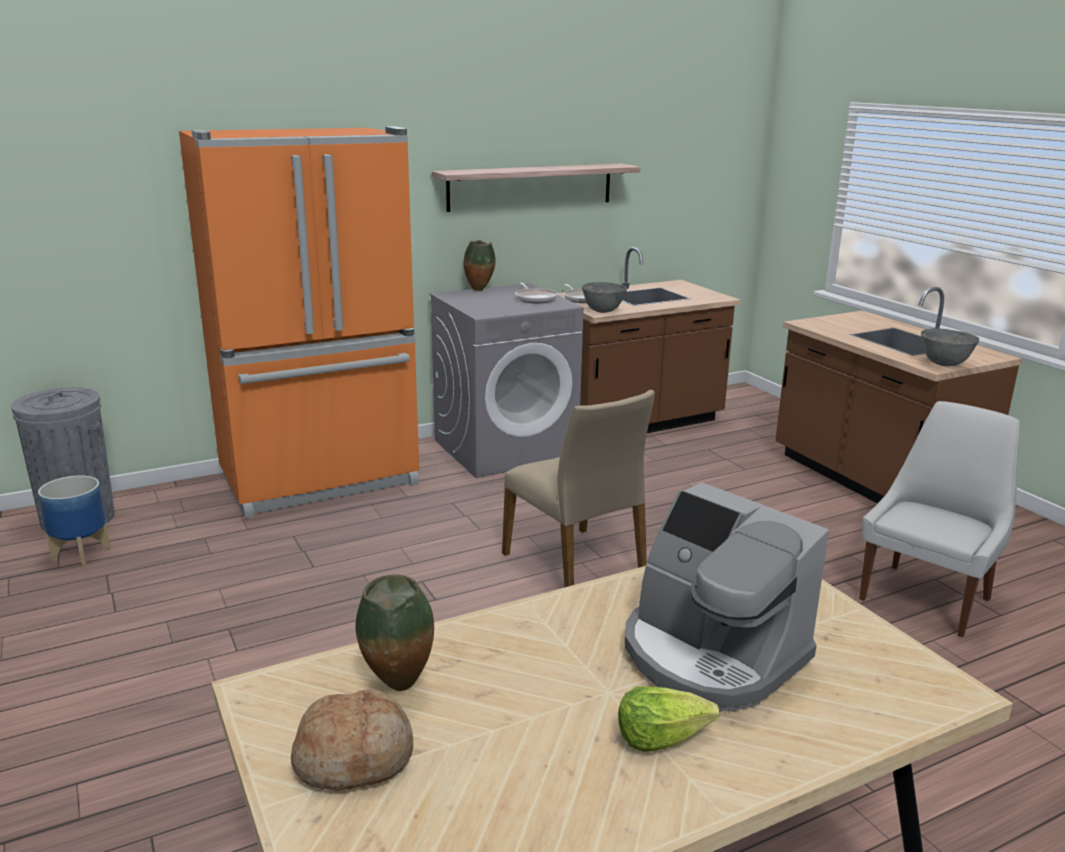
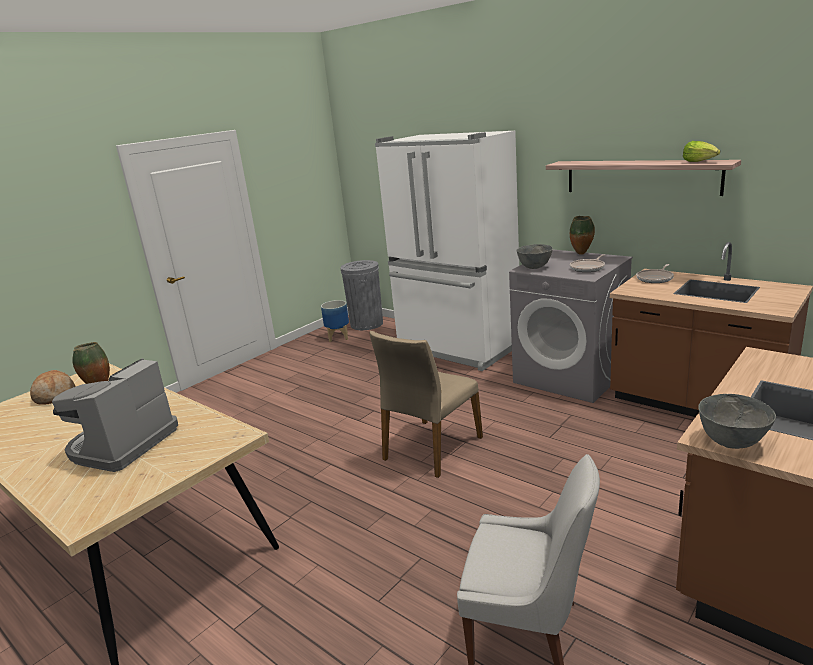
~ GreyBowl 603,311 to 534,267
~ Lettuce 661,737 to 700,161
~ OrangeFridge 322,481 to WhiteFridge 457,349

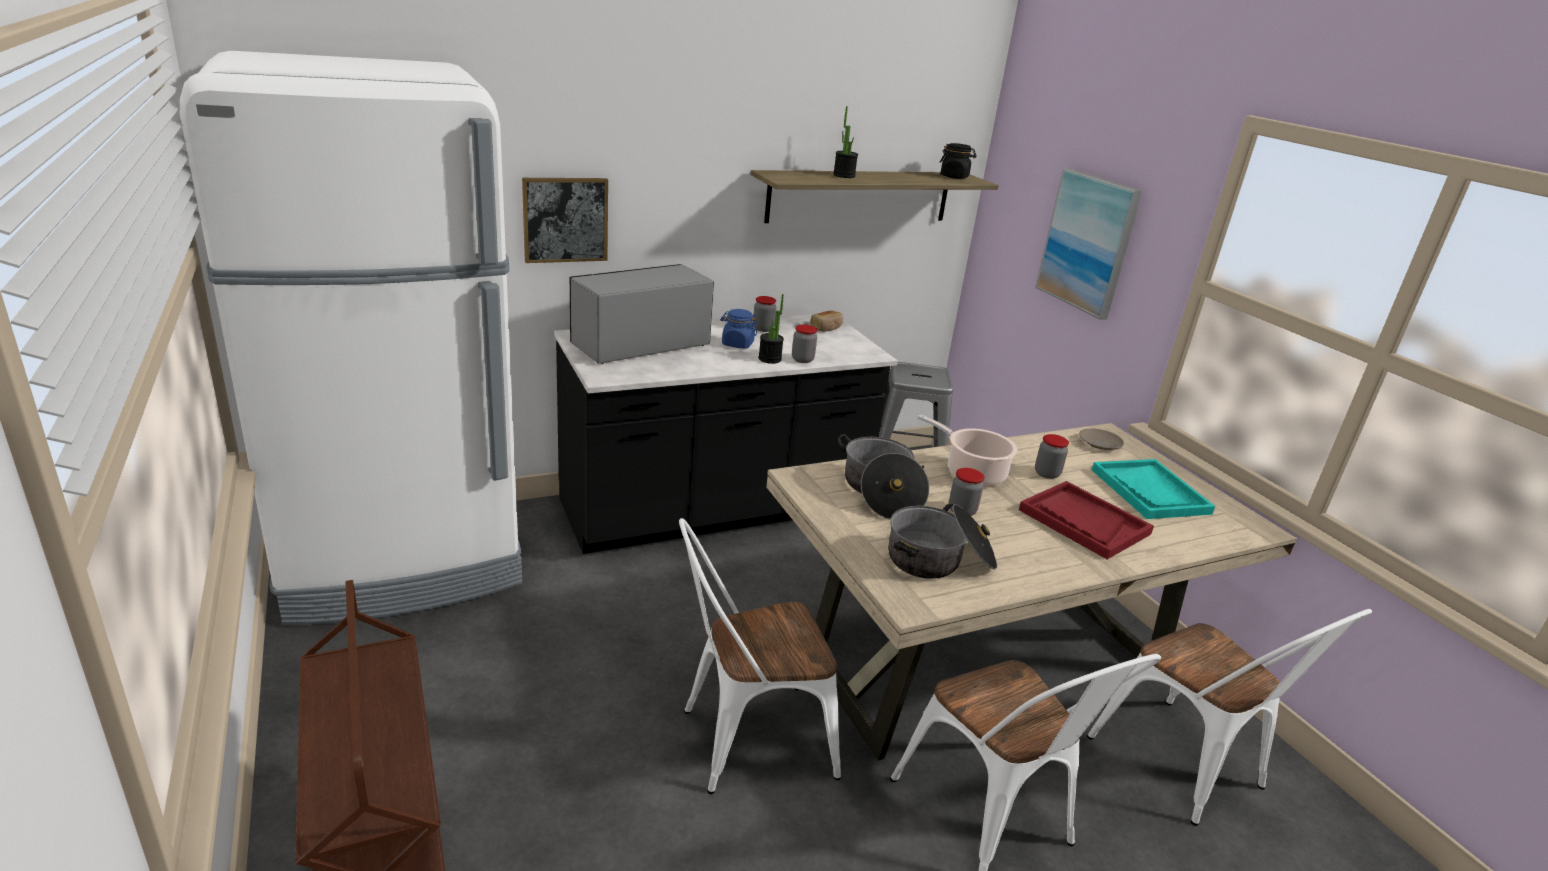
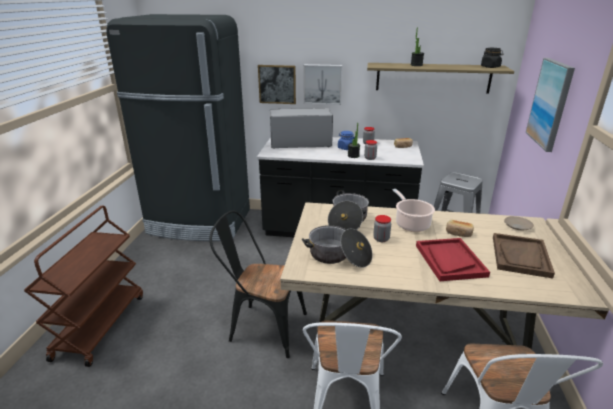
+ Picture 322,84
~ Jar 1047,473 to Bread 458,233
~ WhiteFridge 404,562 to BlackFridge 200,222
~ WhiteChair 744,741 to BlackChair 262,327
~ TurquoiseTray 1150,491 to BrownTray 520,256

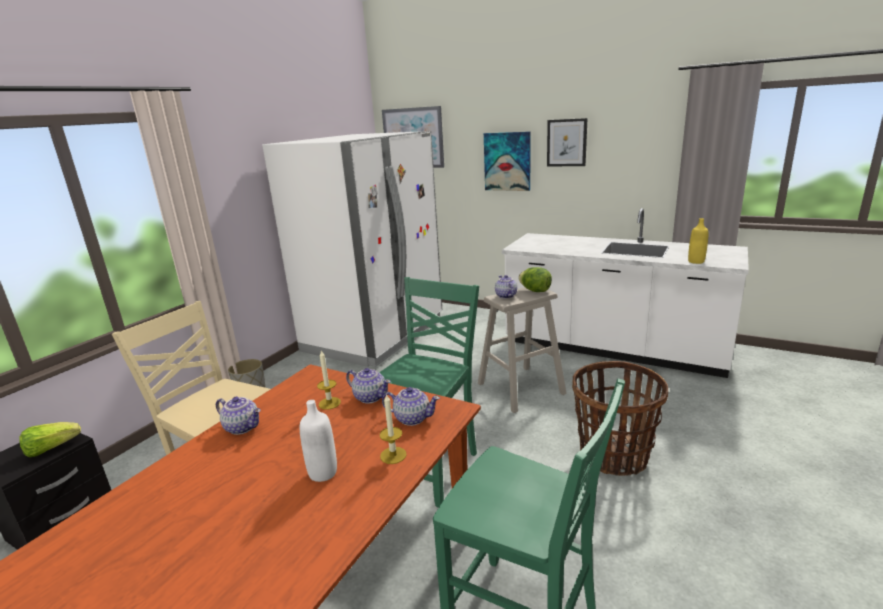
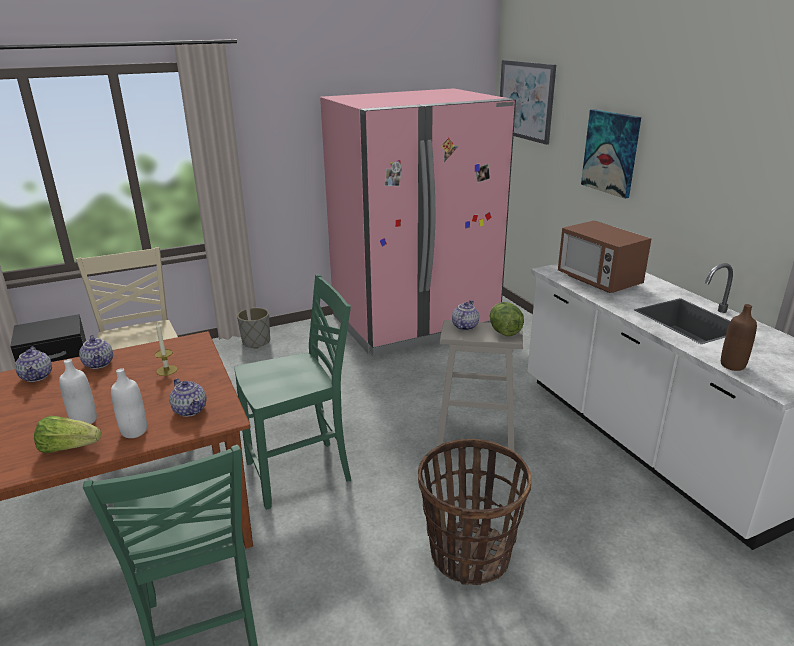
- Picture 566,142
+ Microwave 598,281
~ Lettuce 51,448 to 68,447
~ Teapot 370,397 to 37,376
~ Candle 393,455 to WhiteBottle 134,431
~ WhiteFridge 375,334 to PinkFridge 415,323
~ YellowBottle 696,261 to BrownBottle 732,365

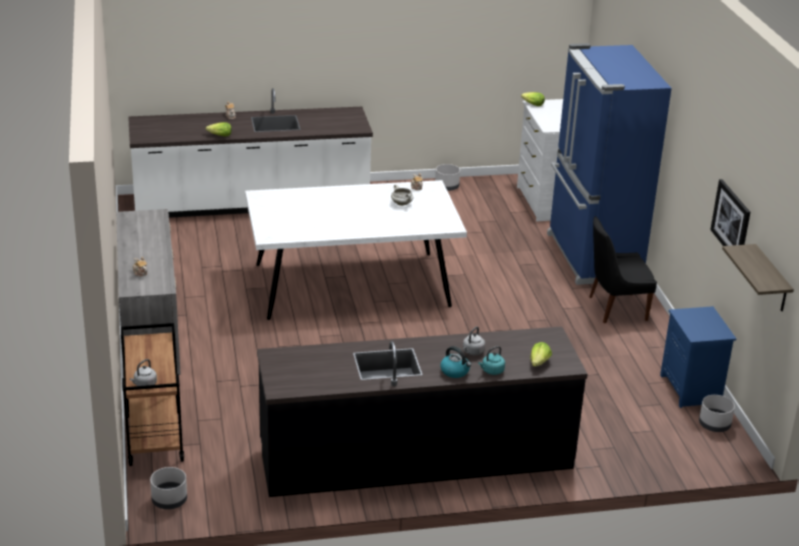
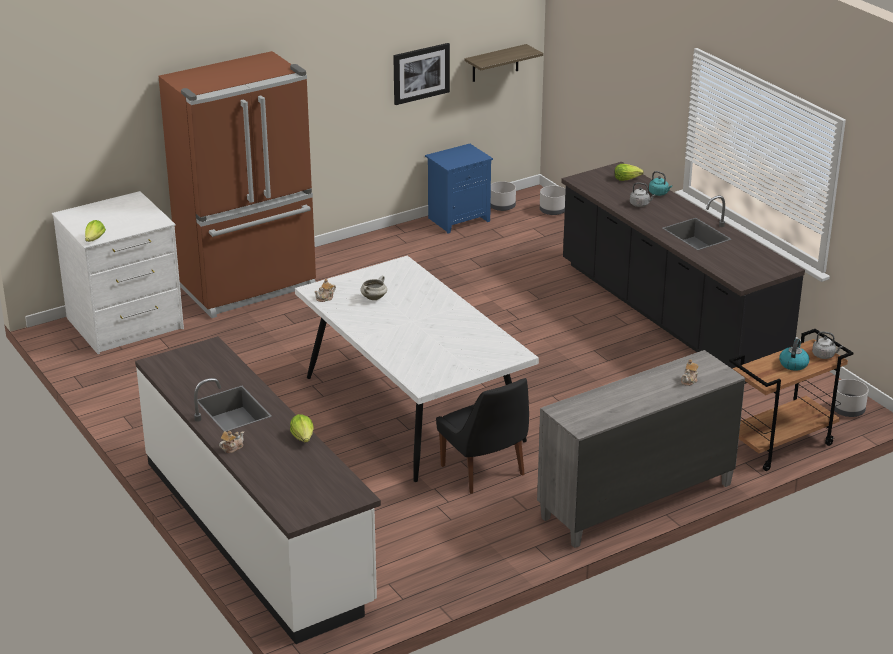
~ GreyPlanter 446,187 to 552,211
~ Kettle 455,371 to 793,364
~ BlackChair 615,308 to 484,472
~ BlueFridge 591,257 to BrownFridge 249,288

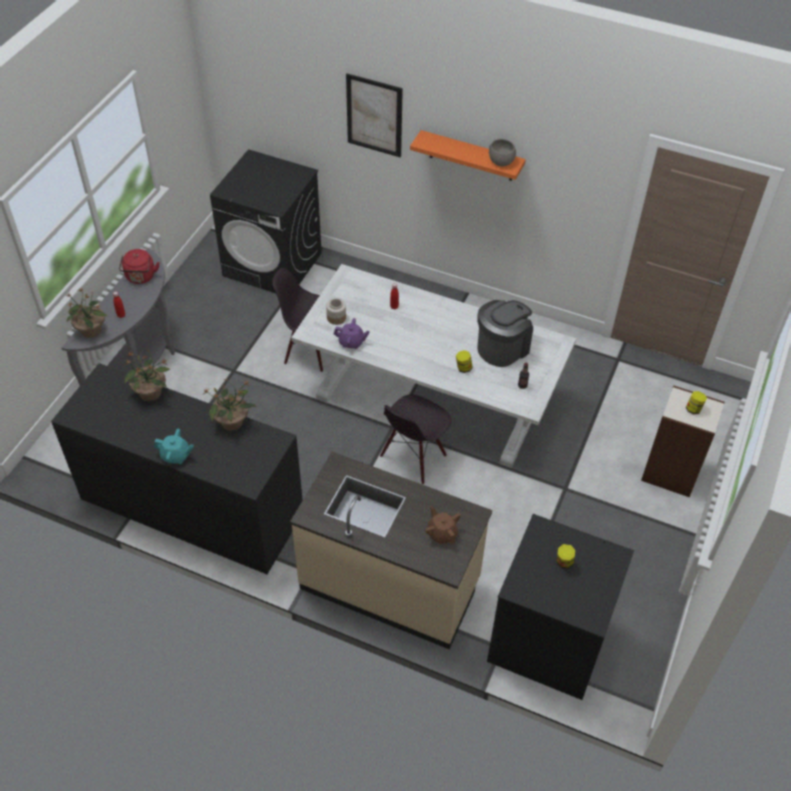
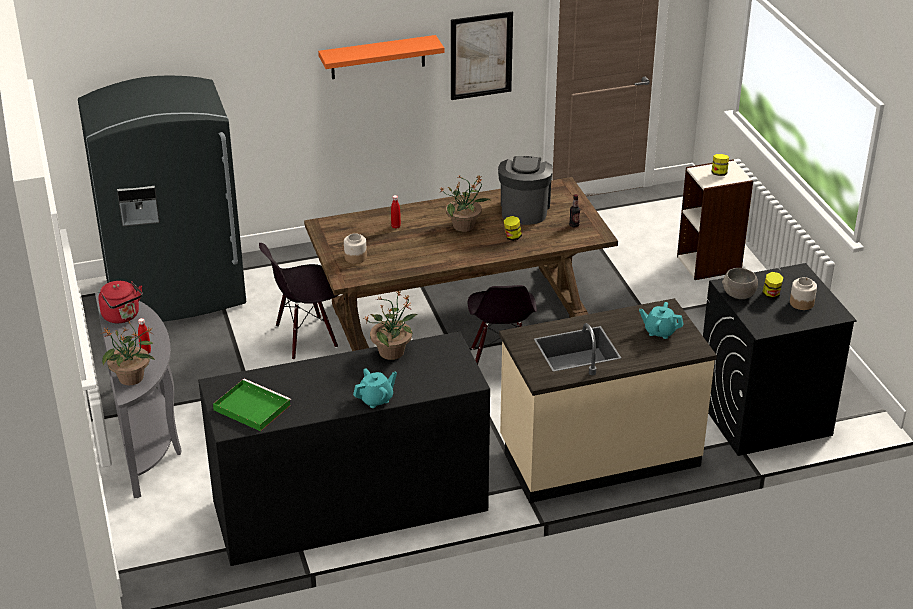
- PurpleTeapot 351,342
+ GreenTray 250,407
+ Jar 801,303
~ PottedPlant 151,393 to 464,226
~ Picture 374,115 to 481,55
~ GreyBowl 500,161 to 738,294
~ BlackWashingMachine 273,264 to GreyFridge 176,294
~ WhiteDiningTable 429,397 to BrownDiningTable 459,315
~ BrownTeapot 442,533 to TurquoiseTeapot 659,331

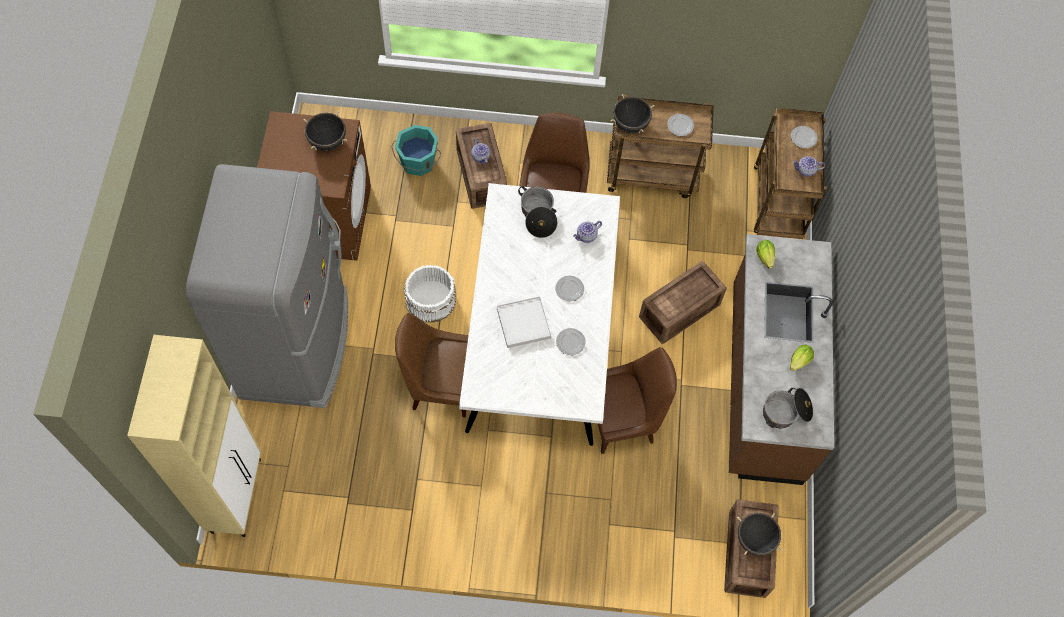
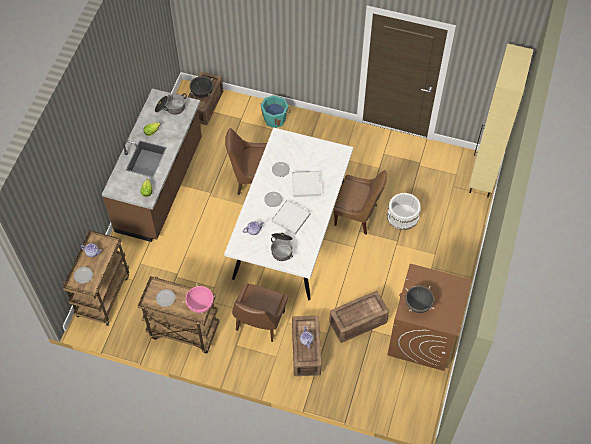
- GreyFridge 297,344
+ WhiteTray 291,218
~ TurquoiseBucket 418,162 to 275,119
~ WhiteBucket 430,299 to 403,216
~ Crate 681,311 to 357,322
~ BlackCookingPot 630,124 to PinkCookingPot 200,305

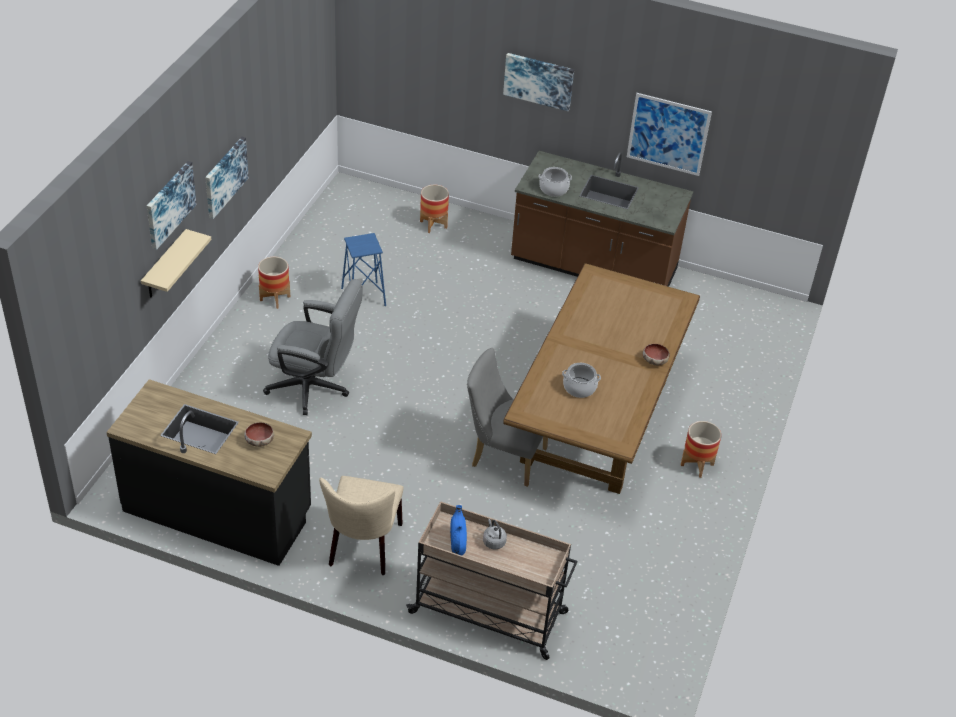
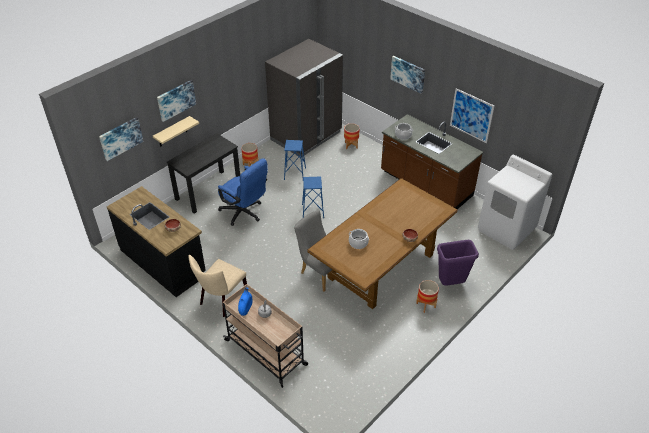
+ BlackDesk 208,191
+ GreyFridge 306,136
+ BlueStool 312,211
+ PurpleTrashCan 451,284
+ WhiteWashingMachine 506,229
~ Picture 225,176 to 121,138
~ GreyOfficeChair 315,388 to BlueOfficeChair 244,213

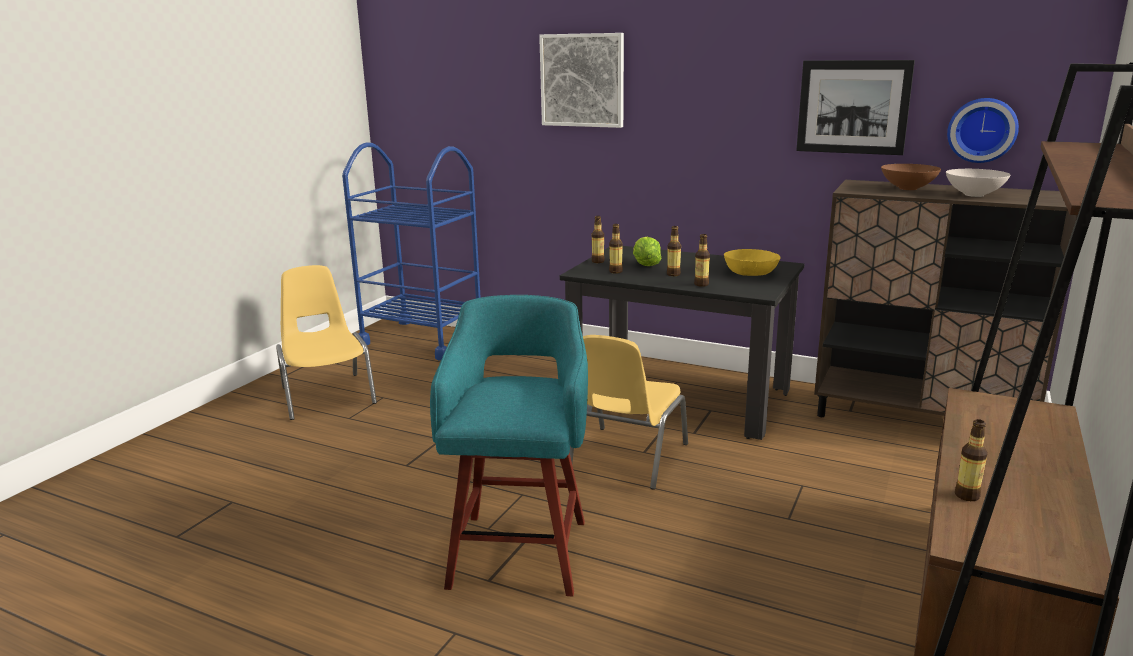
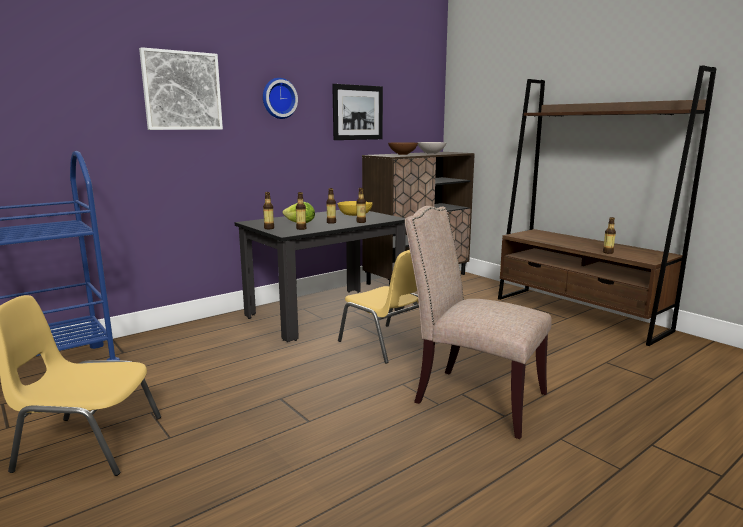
~ WallClock 982,130 to 278,98
~ TurquoiseStool 520,550 to BeigeChair 474,398

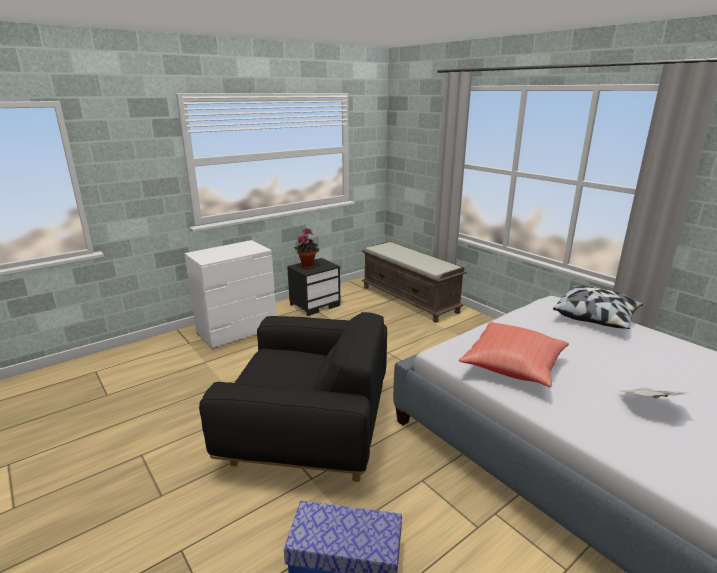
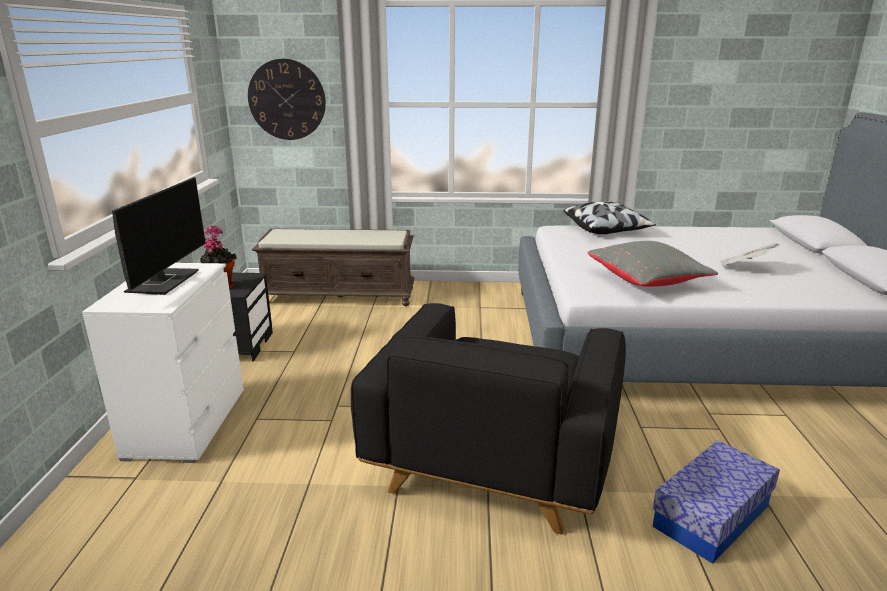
+ Monitor 164,281
+ WallClock 287,100
~ RedPillow 513,368 to GreyPillow 647,281
~ BlackArmchair 309,430 = 494,457 150 degrees clockwise

